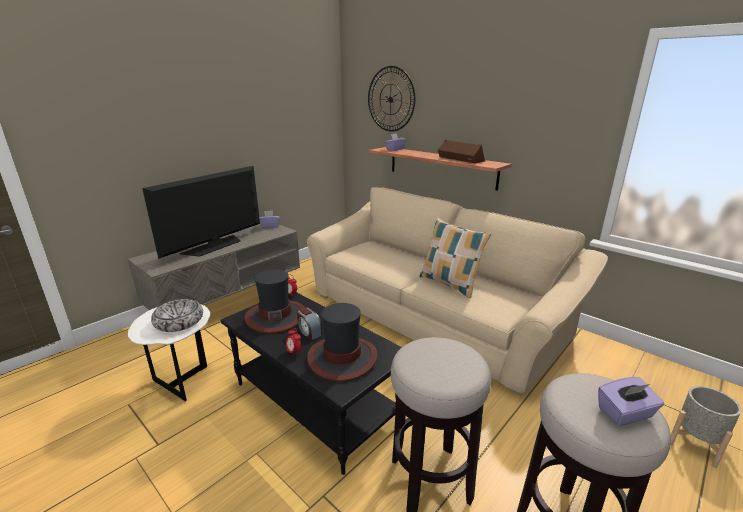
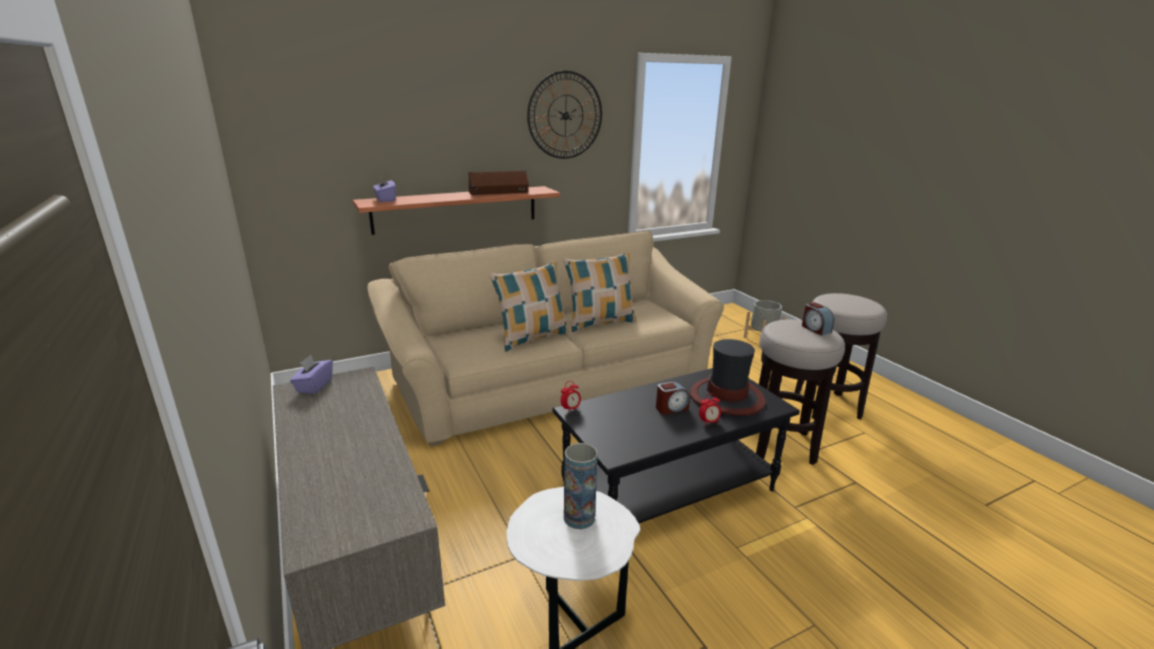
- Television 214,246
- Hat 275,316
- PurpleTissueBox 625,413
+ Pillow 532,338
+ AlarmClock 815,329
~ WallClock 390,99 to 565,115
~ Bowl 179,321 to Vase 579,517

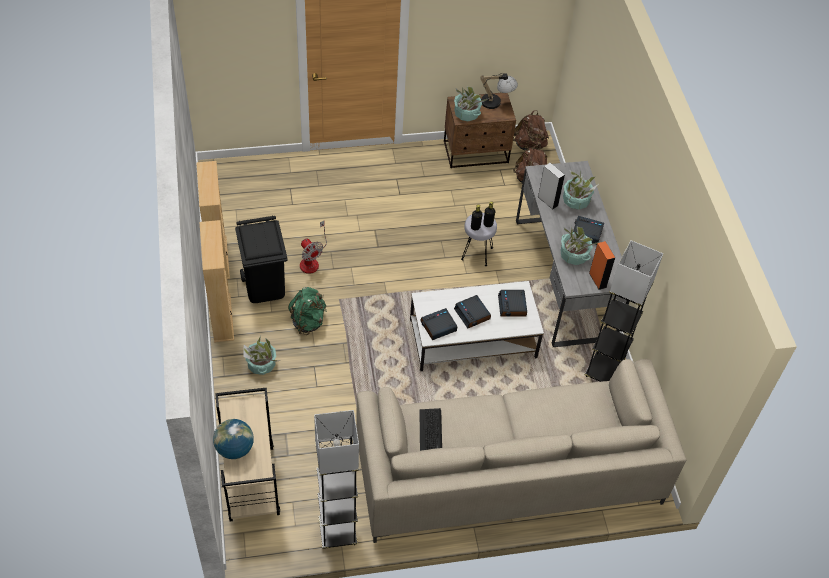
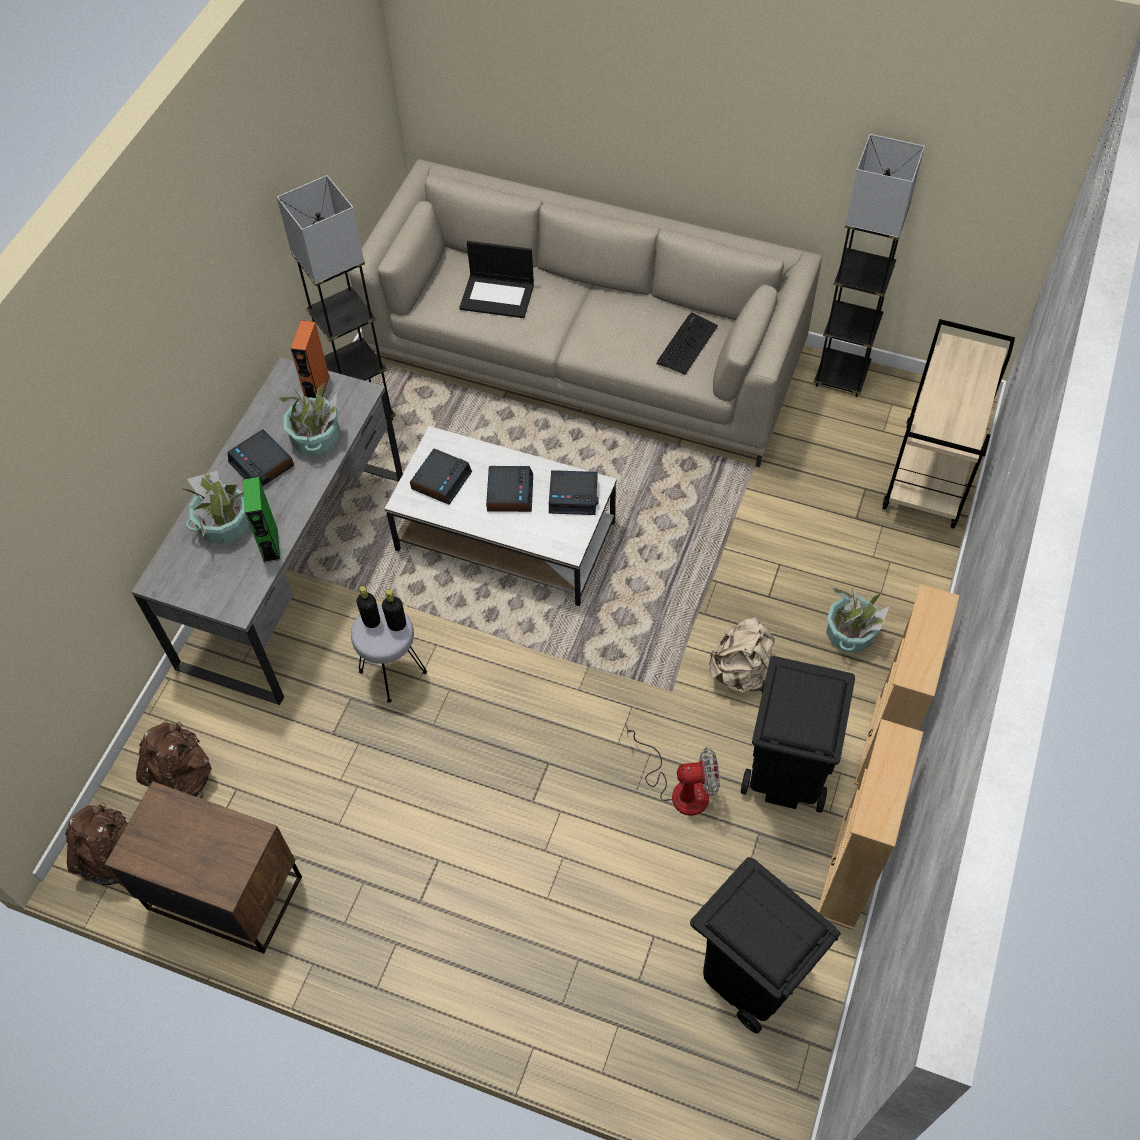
- Globe 234,449
- PottedPlant 466,114
- TableLamp 496,103
+ Laptop 498,296
+ BlackTrashCan 751,975
~ GreenBackpack 308,321 to BeigeBackpack 742,673
~ GreySpeaker 548,201 to GreenSpeaker 270,544
~ Fan 311,260 = 679,788 90 degrees clockwise

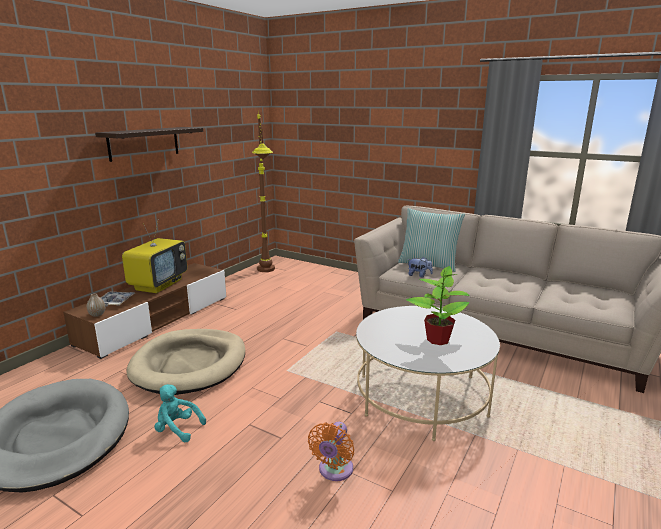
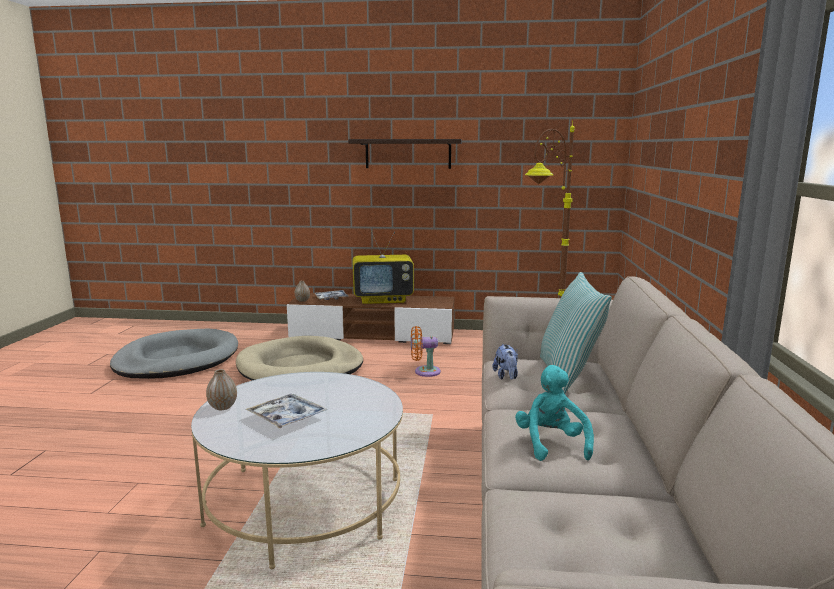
+ Vase 223,407
~ TurquoisePlushToy 177,429 to 551,444
~ OrangeFan 334,471 to 424,371
~ PottedPlant 438,339 to Tray 287,417

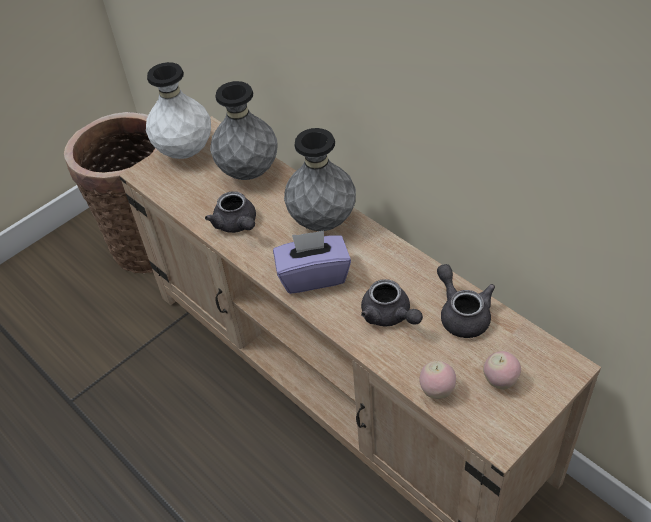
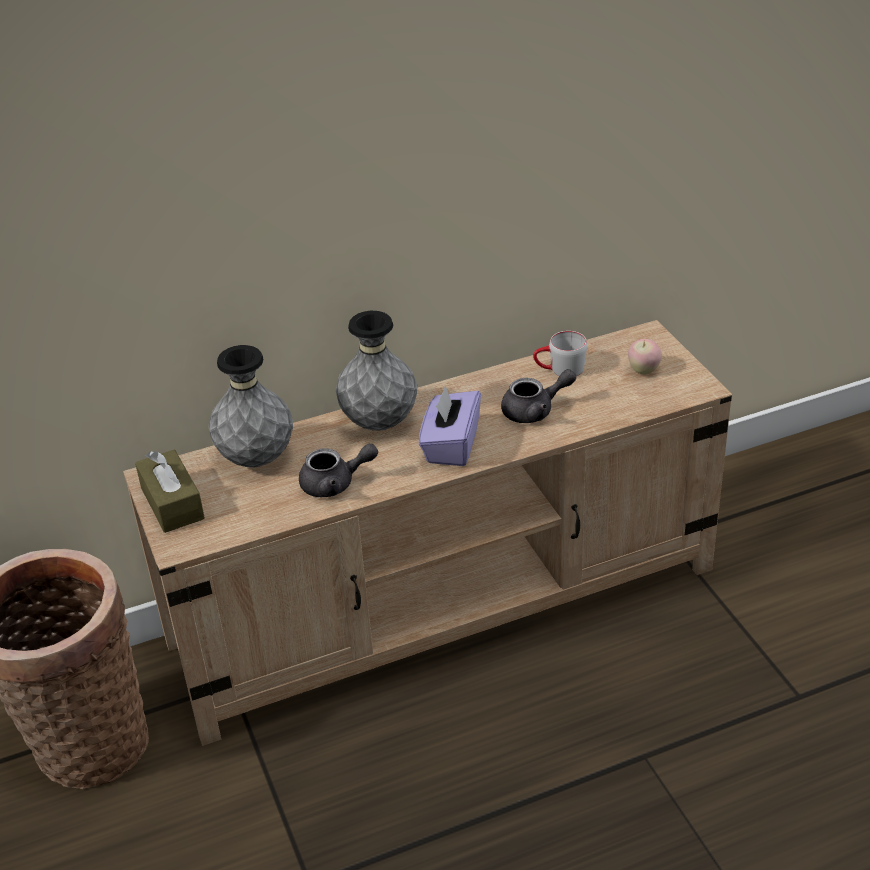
- Apple 437,390
~ WhiteVase 185,152 to BrownTissueBox 172,503
~ GreyTeapot 462,314 to GreyMug 559,370

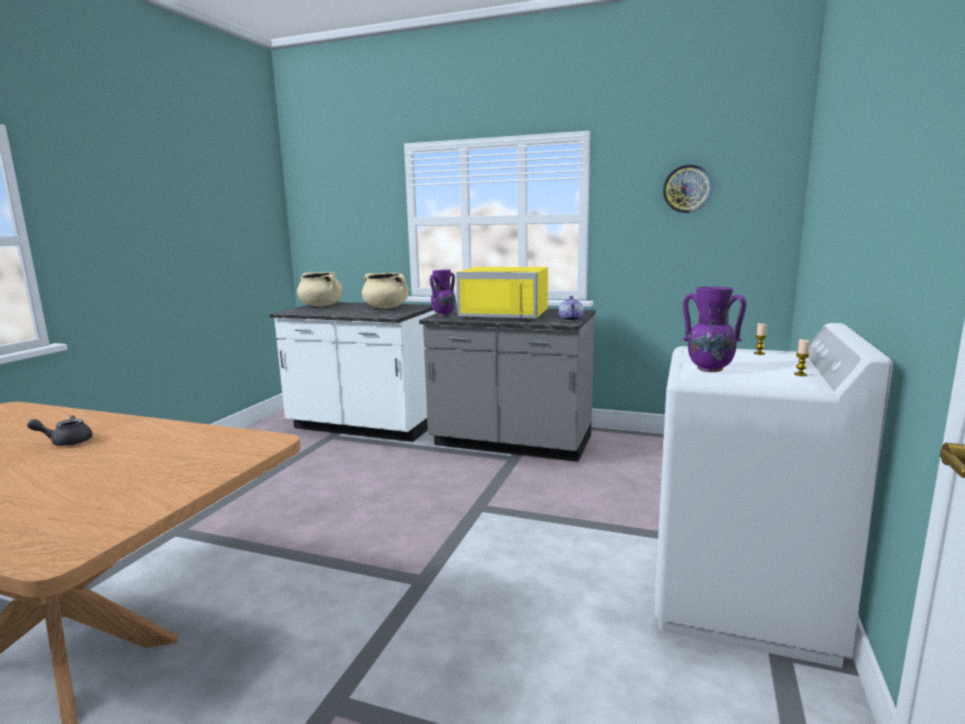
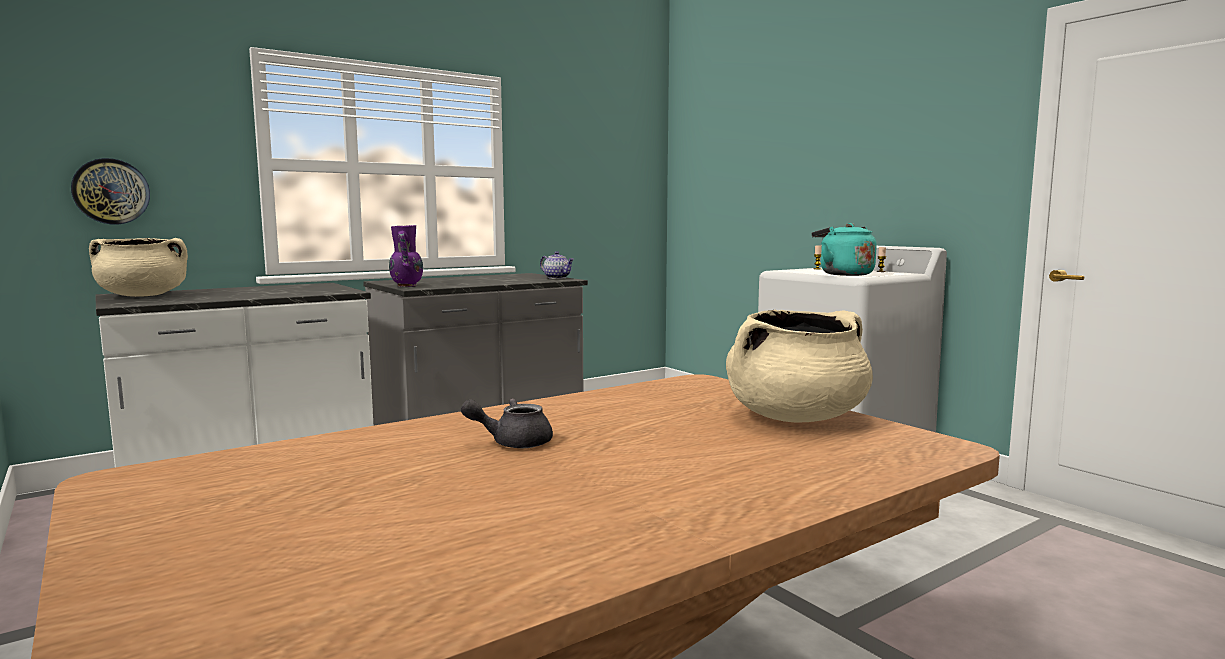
- YellowMicrowave 506,314
~ BeigeCookingPot 386,307 to 796,417
~ WallClock 687,189 to 111,191
~ PurpleVase 709,369 to TurquoiseKettle 843,274
~ GreyTeapot 66,442 = 513,442 60 degrees clockwise

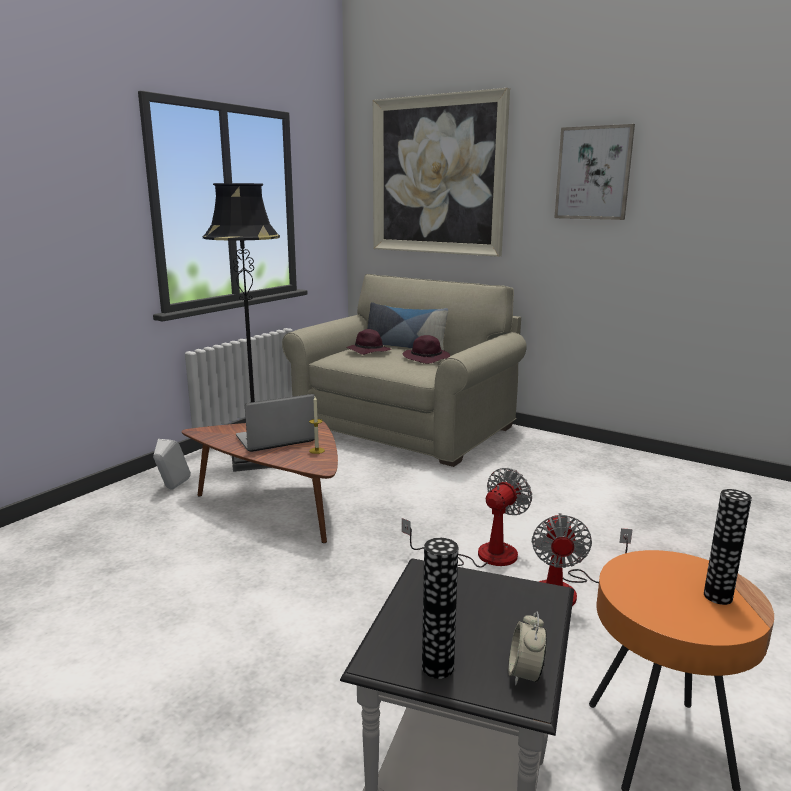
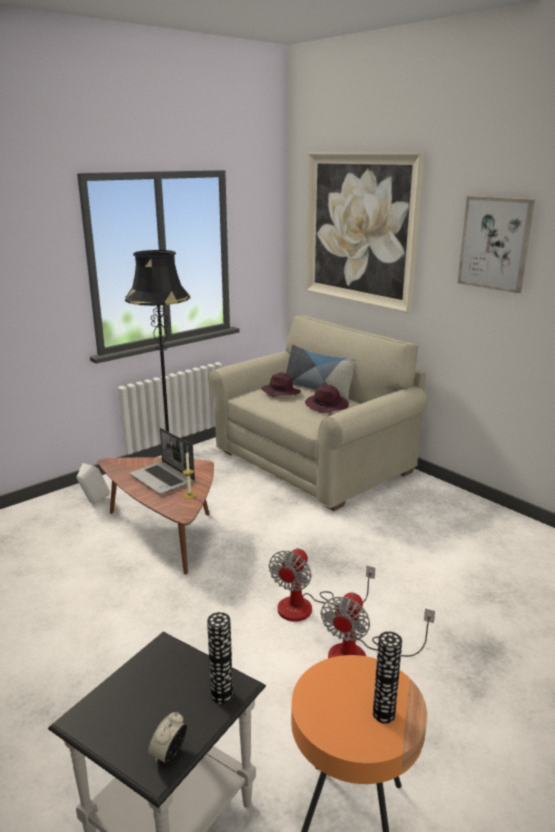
~ Vase 437,667 to 222,695
~ Laptop 275,440 = 163,479 120 degrees counterclockwise
~ Fan 481,555 = 308,607 150 degrees clockwise

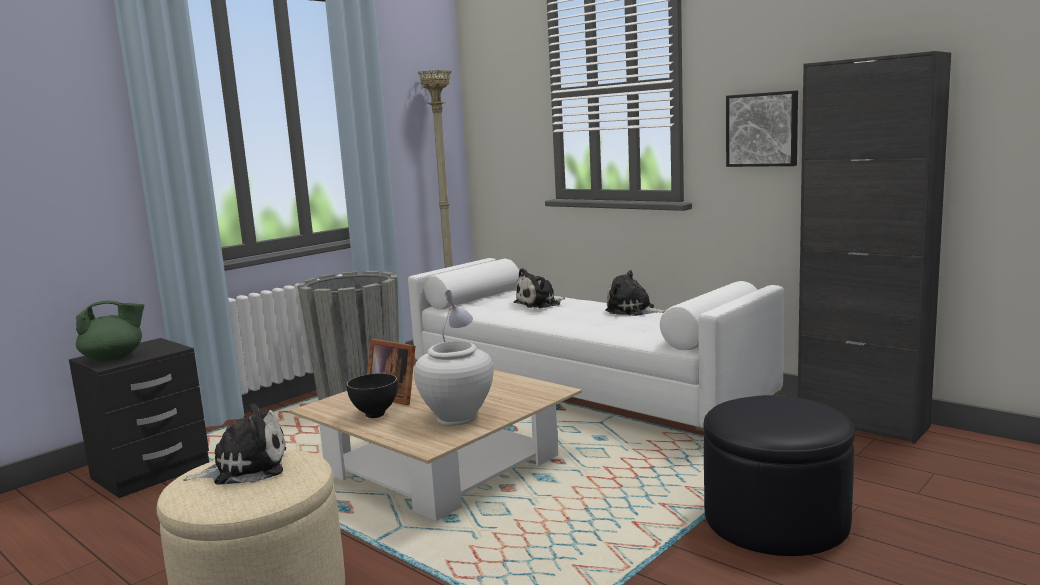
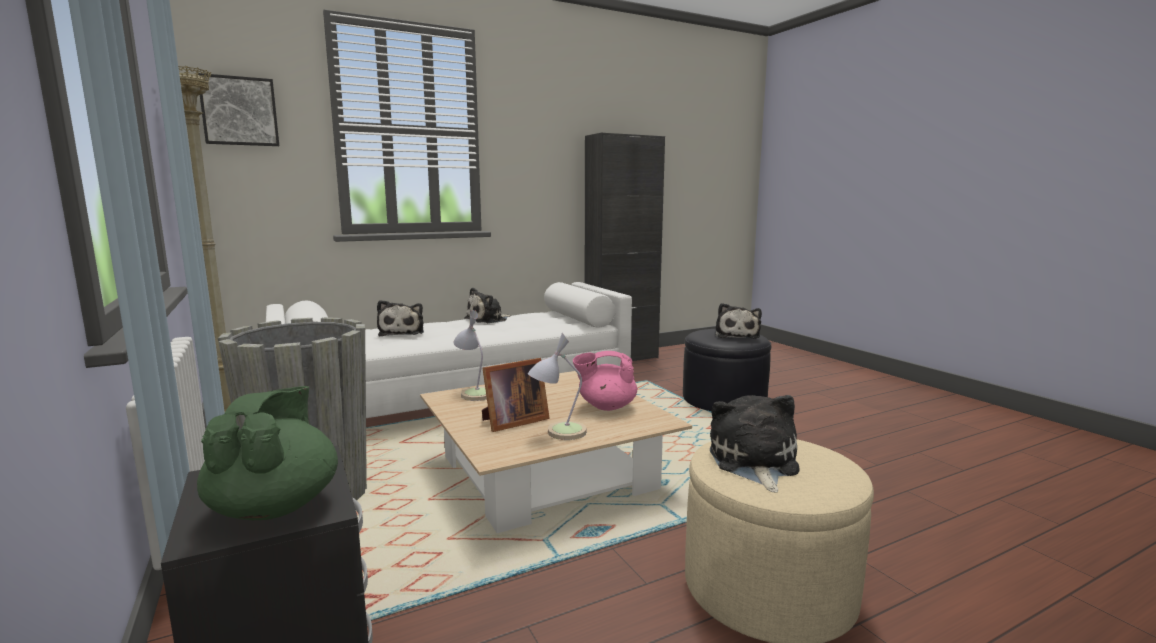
+ PlushToy 736,335
~ Picture 762,129 to 239,111
~ BlackBowl 376,415 to TableLamp 558,433
~ WhiteVase 457,418 to PinkTeapot 606,406

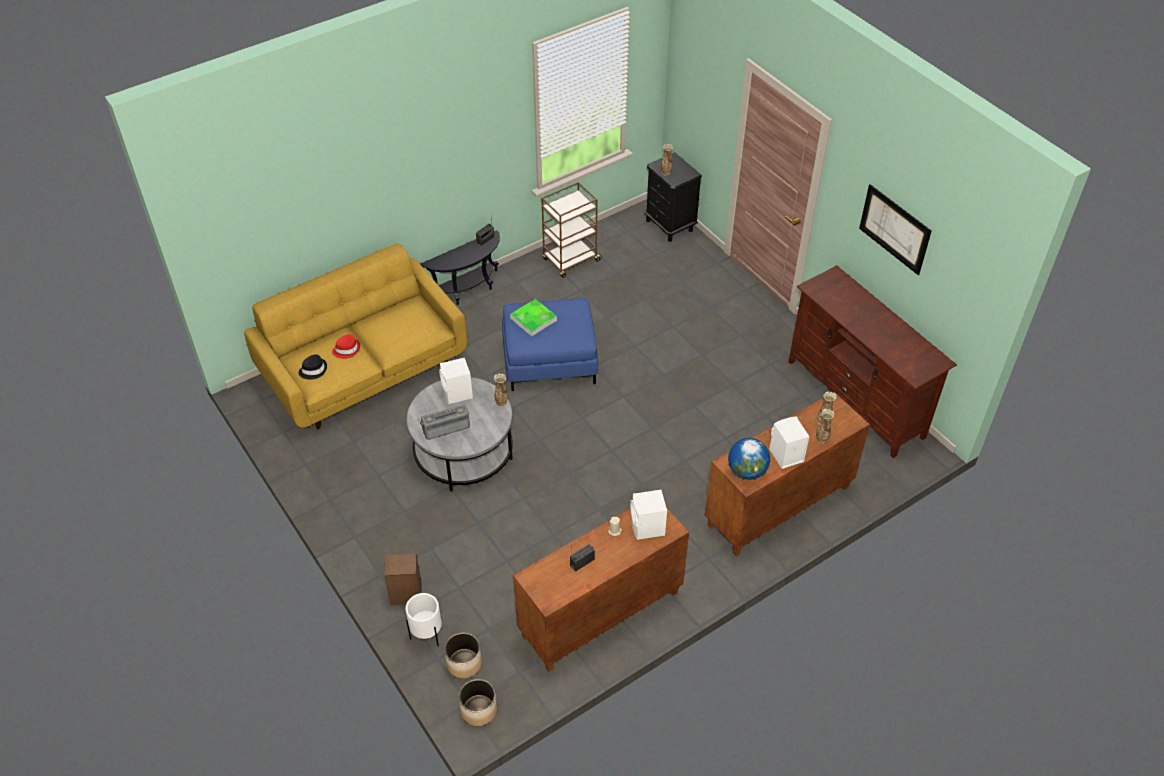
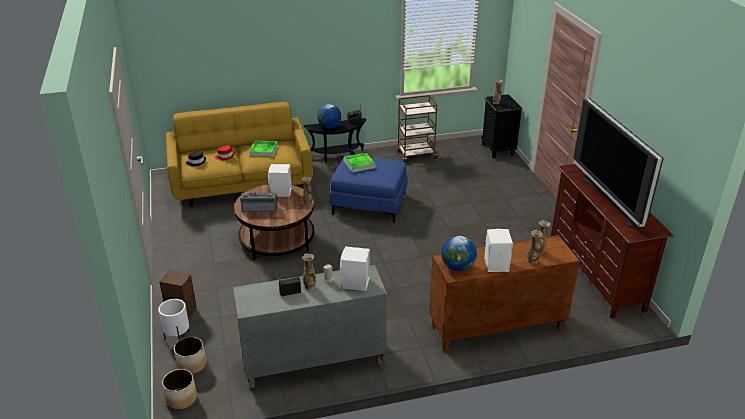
- Picture 894,229
+ Tray 264,150
+ Vase 309,286
+ Globe 329,127
+ Television 611,201
~ GreyCoffeeTable 463,451 to BrownCoffeeTable 277,239
~ BrownCabinet 600,615 to GreyCabinet 313,362

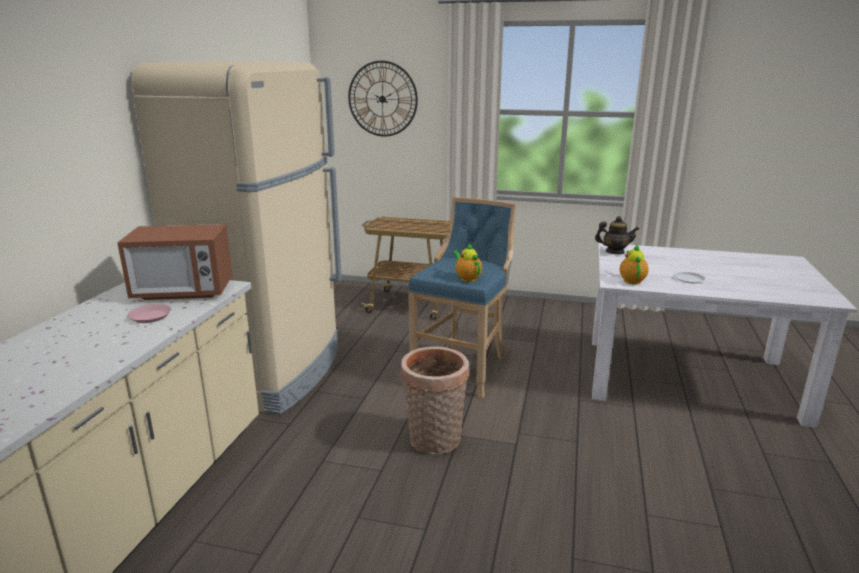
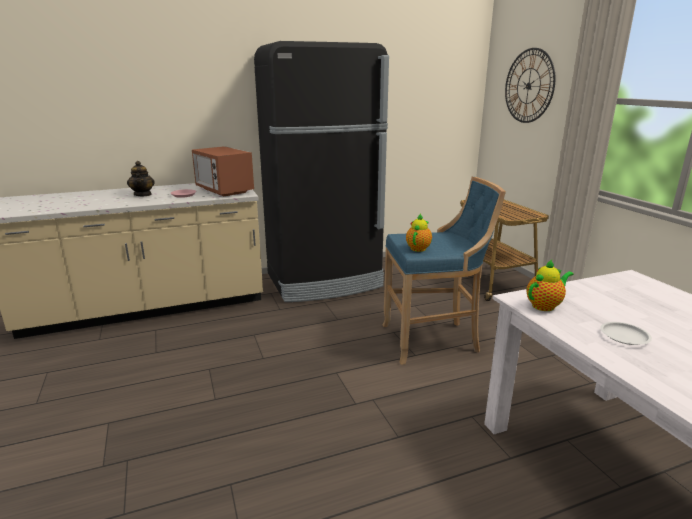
- Basket 434,441
~ Teapot 614,252 to 143,194
~ BeigeFridge 270,373 to BlackFridge 324,281

